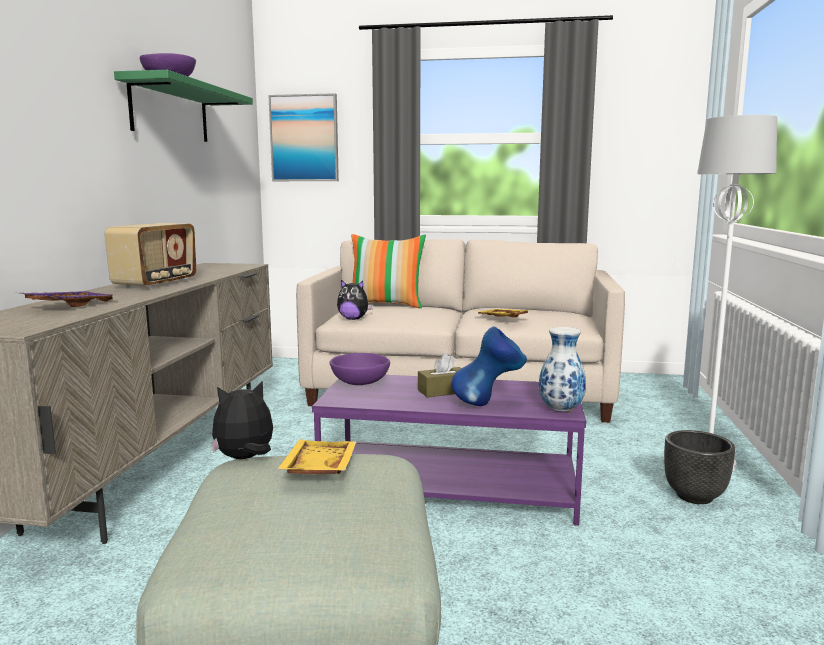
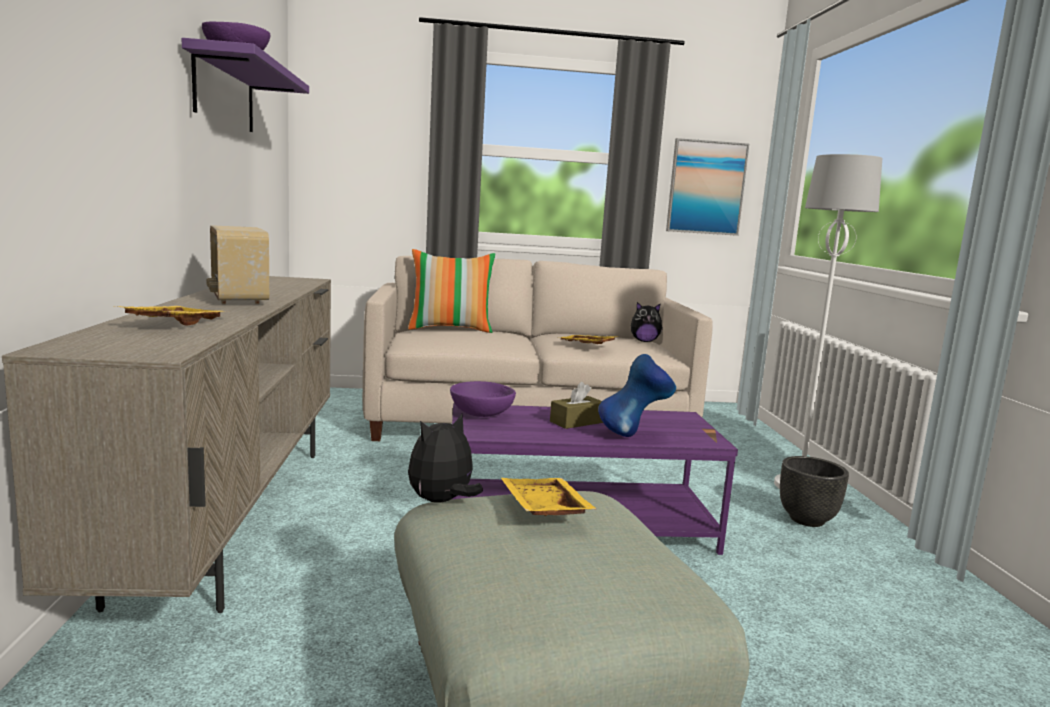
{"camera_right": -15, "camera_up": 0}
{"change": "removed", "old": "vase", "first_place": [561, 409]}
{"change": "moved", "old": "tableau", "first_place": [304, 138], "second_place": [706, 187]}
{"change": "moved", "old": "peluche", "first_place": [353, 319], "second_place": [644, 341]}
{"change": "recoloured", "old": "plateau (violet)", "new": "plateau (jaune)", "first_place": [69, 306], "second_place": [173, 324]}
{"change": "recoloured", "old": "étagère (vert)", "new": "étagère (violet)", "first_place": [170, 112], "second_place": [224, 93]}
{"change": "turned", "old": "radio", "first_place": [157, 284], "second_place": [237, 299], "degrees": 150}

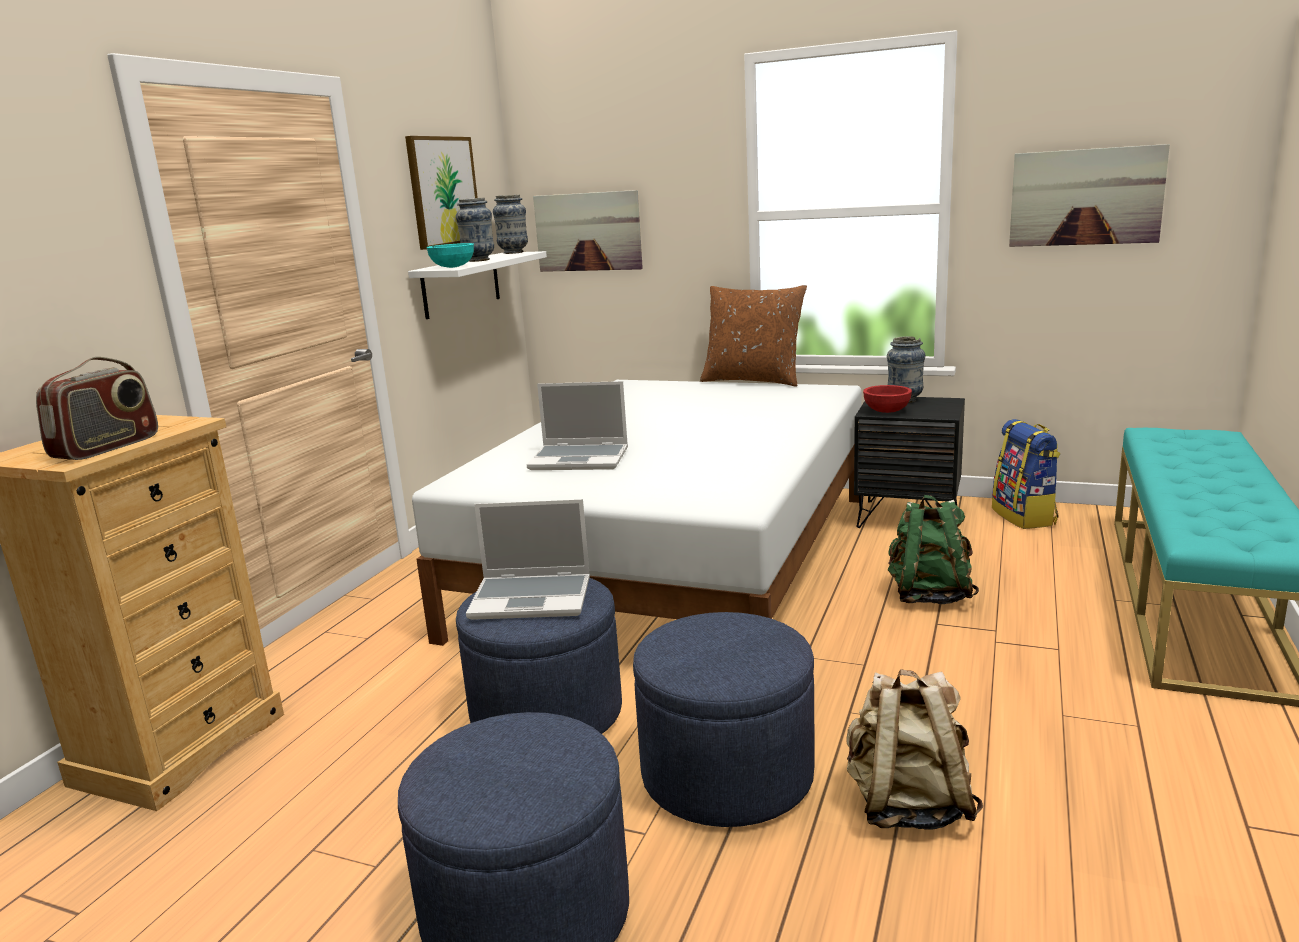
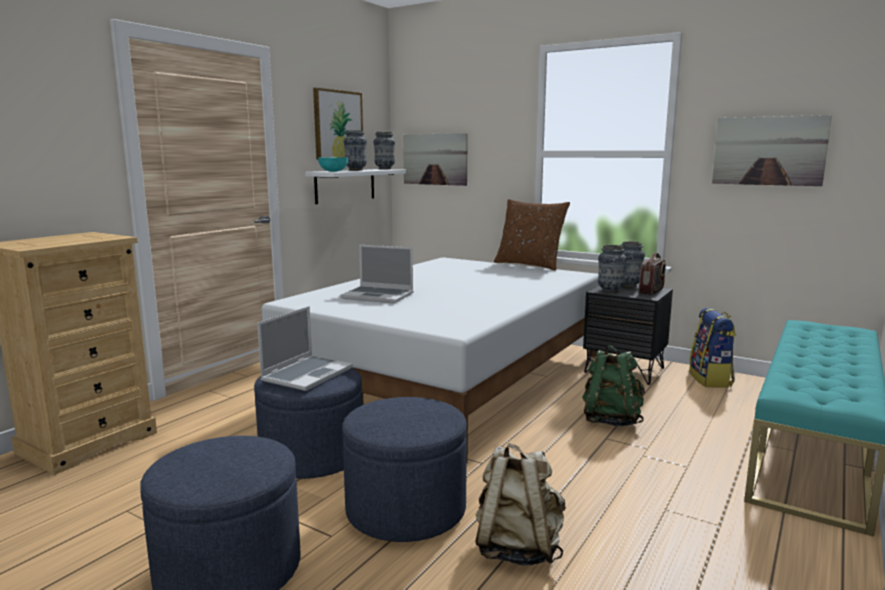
{"camera_right": 10, "camera_up": -5}
{"change": "moved", "old": "radio", "first_place": [107, 447], "second_place": [651, 291]}
{"change": "replaced", "old": "bol (rouge)", "new": "vase", "first_place": [886, 411], "second_place": [610, 291]}
{"change": "turned", "old": "ordinateur portable", "first_place": [533, 598], "second_place": [307, 374], "degrees": -75}

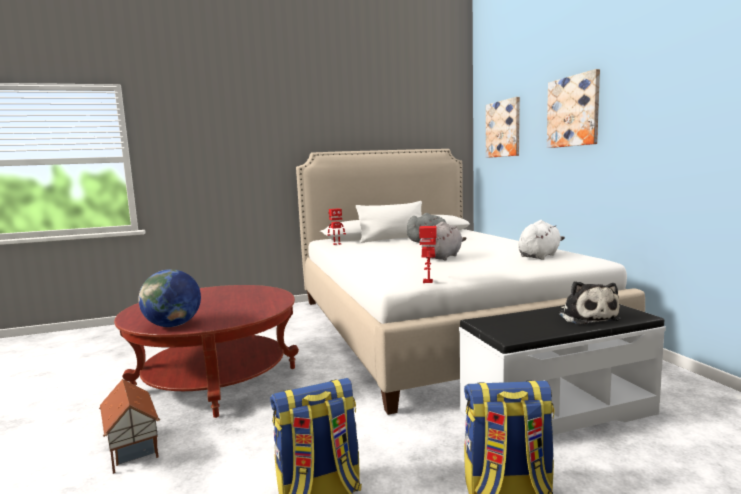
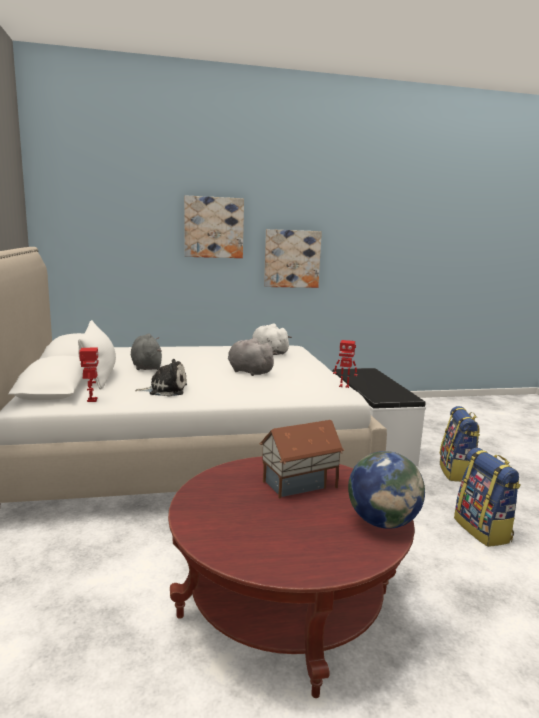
{"camera_right": -85, "camera_up": 5}
{"change": "moved", "old": "maison miniature", "first_place": [131, 450], "second_place": [300, 485]}
{"change": "moved", "old": "tableau", "first_place": [503, 129], "second_place": [292, 258]}
{"change": "moved", "old": "peluche", "first_place": [586, 317], "second_place": [165, 390]}

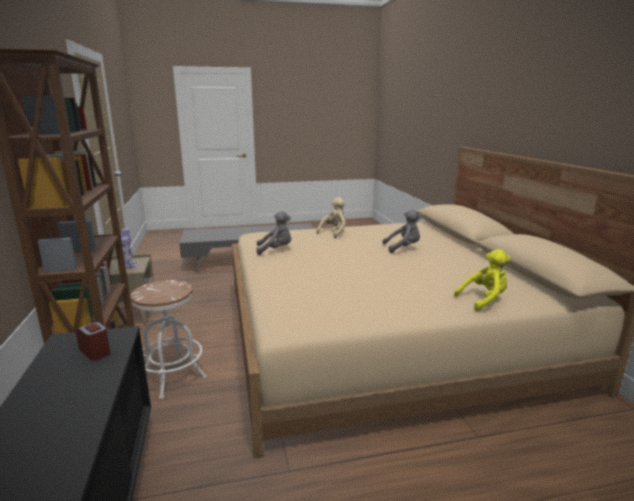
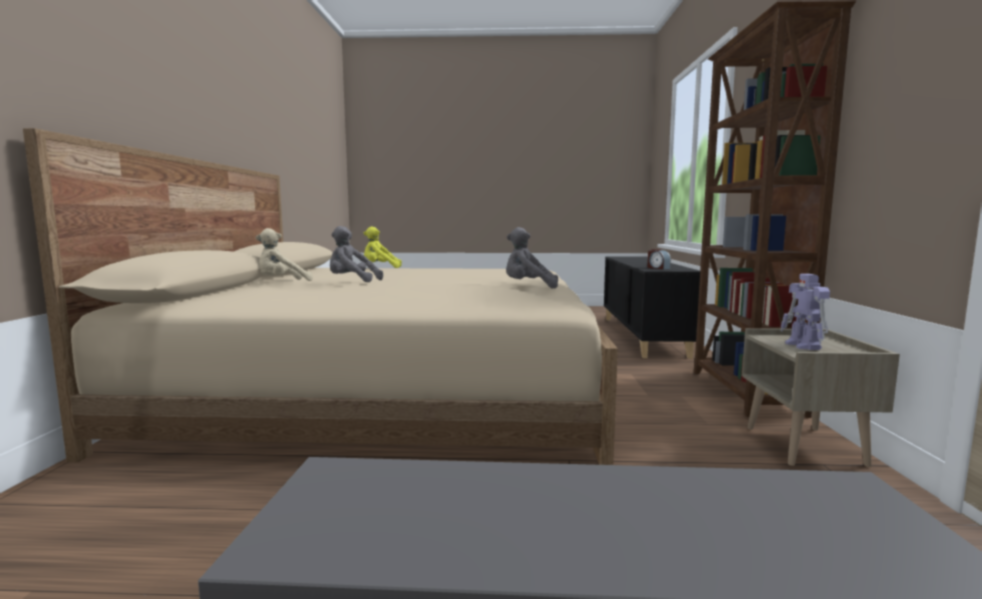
{"camera_right": -165, "camera_up": -10}
{"change": "removed", "old": "tabouret (blanc)", "first_place": [172, 377]}
{"change": "moved", "old": "peluche (beige)", "first_place": [334, 233], "second_place": [281, 282]}

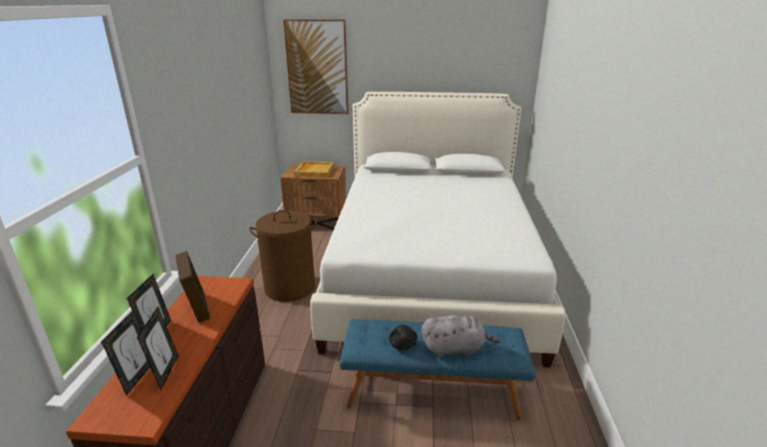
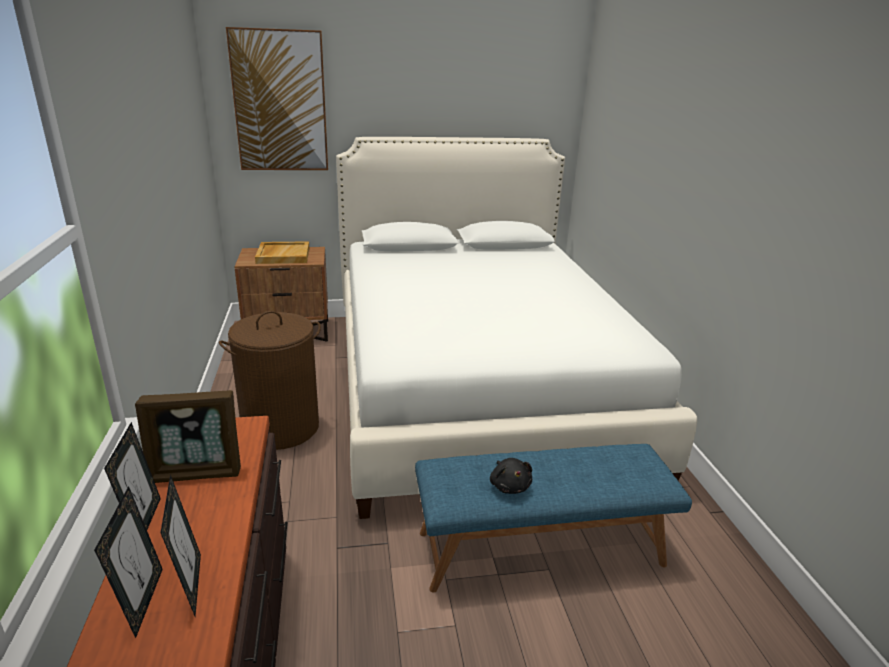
{"camera_right": -15, "camera_up": 0}
{"change": "removed", "old": "peluche (gris)", "first_place": [455, 348]}
{"change": "turned", "old": "cadre photo", "first_place": [197, 308], "second_place": [197, 472], "degrees": 120}

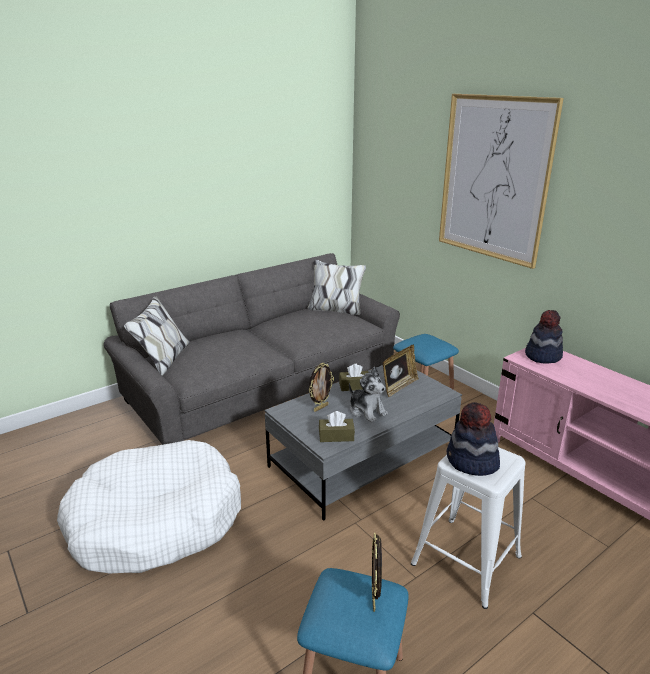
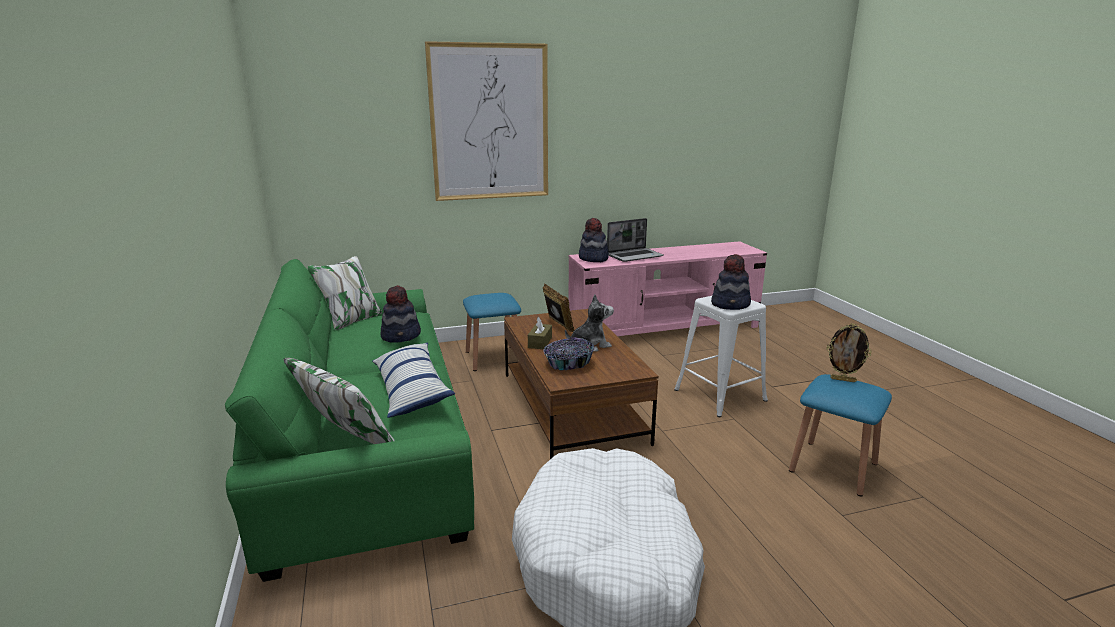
{"camera_right": -70, "camera_up": -5}
{"change": "removed", "old": "boîte à mouchoirs (marron)", "first_place": [336, 436]}
{"change": "added", "new": "coussin", "second_place": [411, 390]}
{"change": "added", "new": "chapeau", "second_place": [401, 336]}
{"change": "added", "new": "ordinateur portable", "second_place": [635, 256]}
{"change": "replaced", "old": "cadre photo", "new": "bol", "first_place": [320, 407], "second_place": [568, 363]}
{"change": "recoloured", "old": "canapé (gris)", "new": "canapé (vert)", "first_place": [263, 383], "second_place": [366, 439]}
{"change": "recoloured", "old": "table basse (gris)", "new": "table basse (marron)", "first_place": [363, 458], "second_place": [571, 407]}

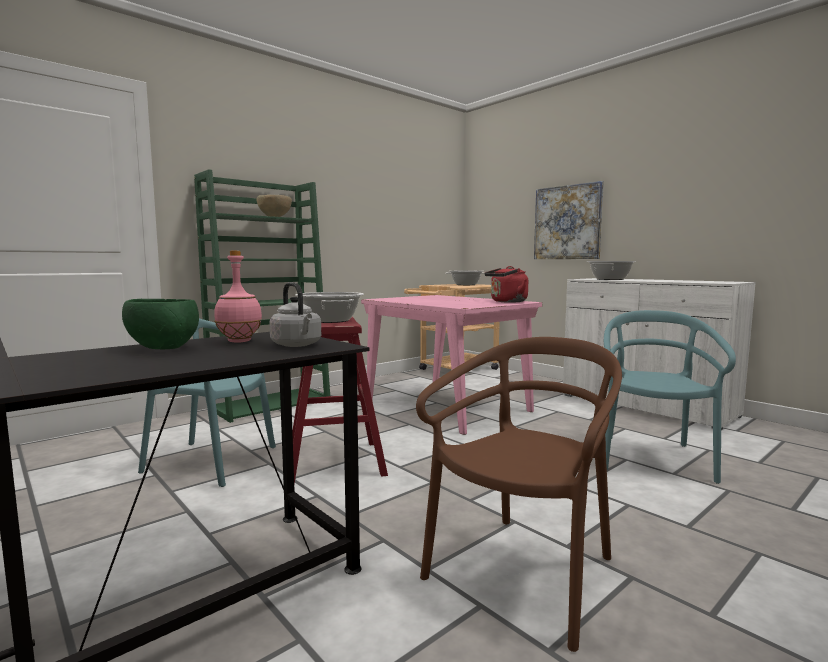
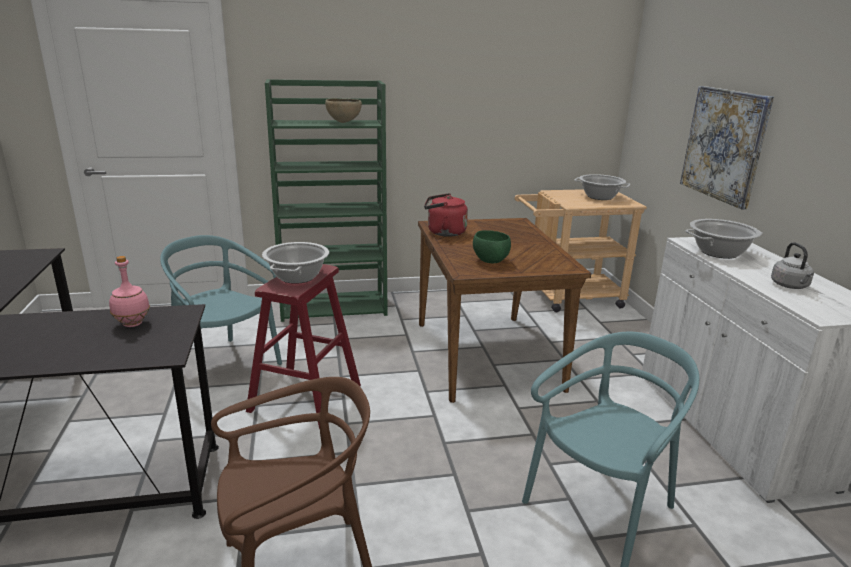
{"camera_right": 30, "camera_up": 15}
{"change": "moved", "old": "bol (vert)", "first_place": [163, 348], "second_place": [490, 261]}
{"change": "moved", "old": "bouilloire (gris)", "first_place": [297, 345], "second_place": [790, 286]}
{"change": "moved", "old": "bouilloire (rouge)", "first_place": [507, 302], "second_place": [443, 232]}
{"change": "recoloured", "old": "table à manger (rose)", "new": "table à manger (marron)", "first_place": [448, 406], "second_place": [487, 355]}

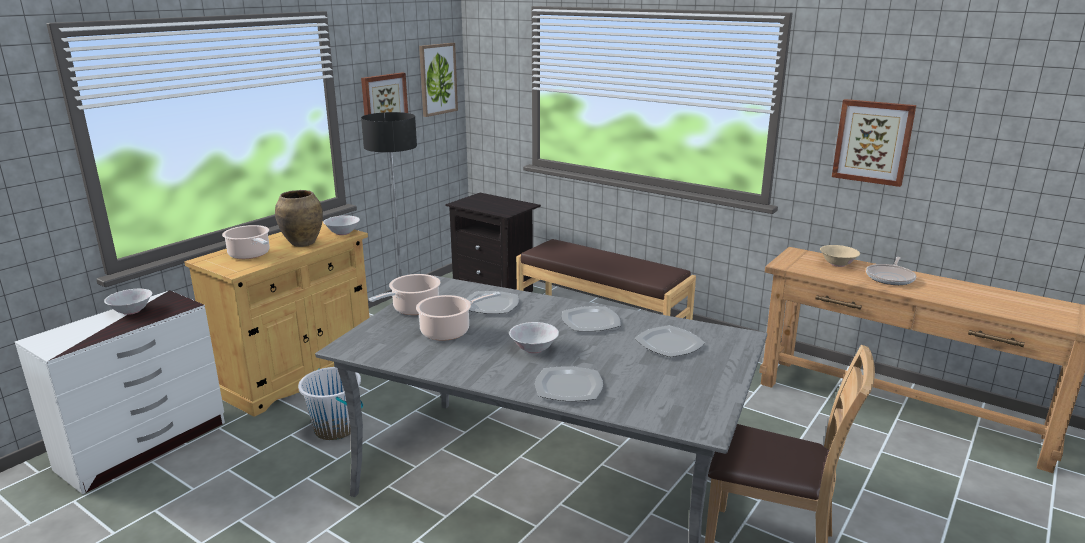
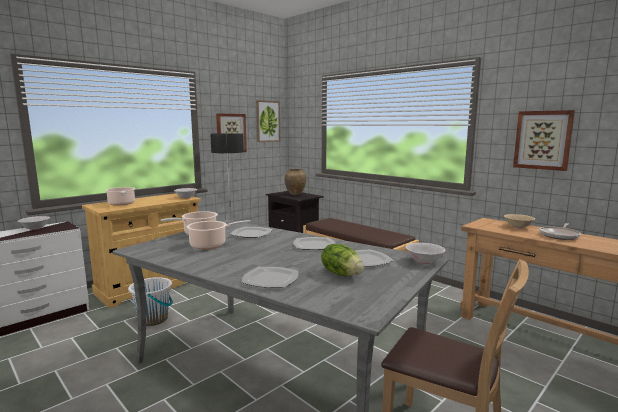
{"camera_right": 10, "camera_up": -10}
{"change": "added", "new": "laitue", "second_place": [341, 274]}
{"change": "moved", "old": "vase (marron)", "first_place": [303, 243], "second_place": [295, 194]}
{"change": "moved", "old": "bol (blanc)", "first_place": [534, 349], "second_place": [424, 261]}

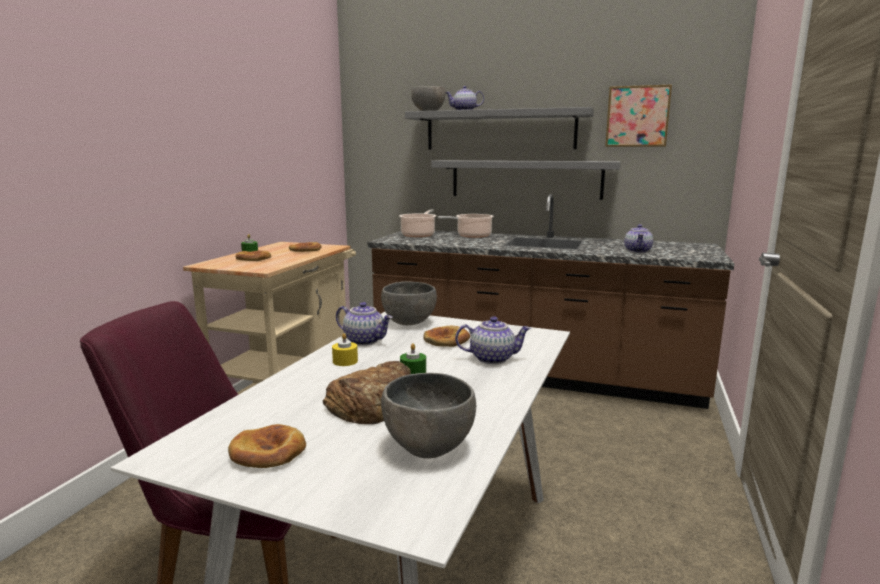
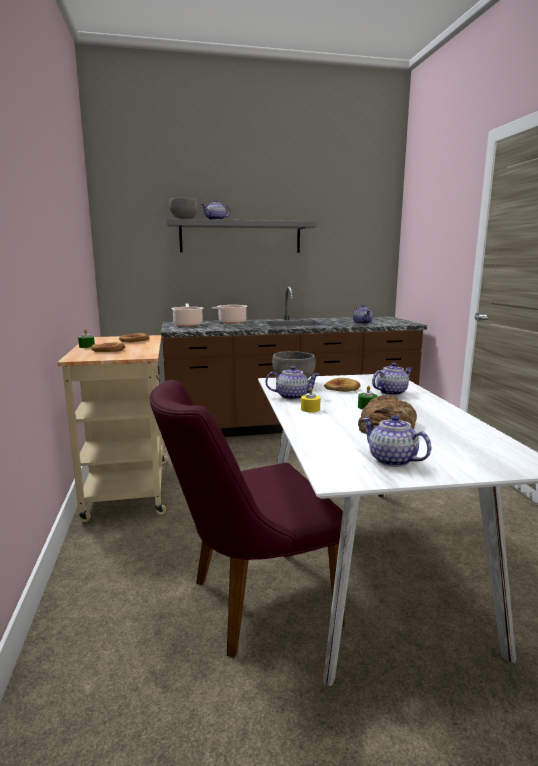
{"camera_right": -30, "camera_up": 0}
{"change": "removed", "old": "bol (gris)", "first_place": [429, 447]}
{"change": "removed", "old": "étagère (gris)", "first_place": [525, 179]}
{"change": "removed", "old": "tableau", "first_place": [637, 116]}
{"change": "replaced", "old": "pain", "new": "théière", "first_place": [268, 452], "second_place": [391, 460]}

